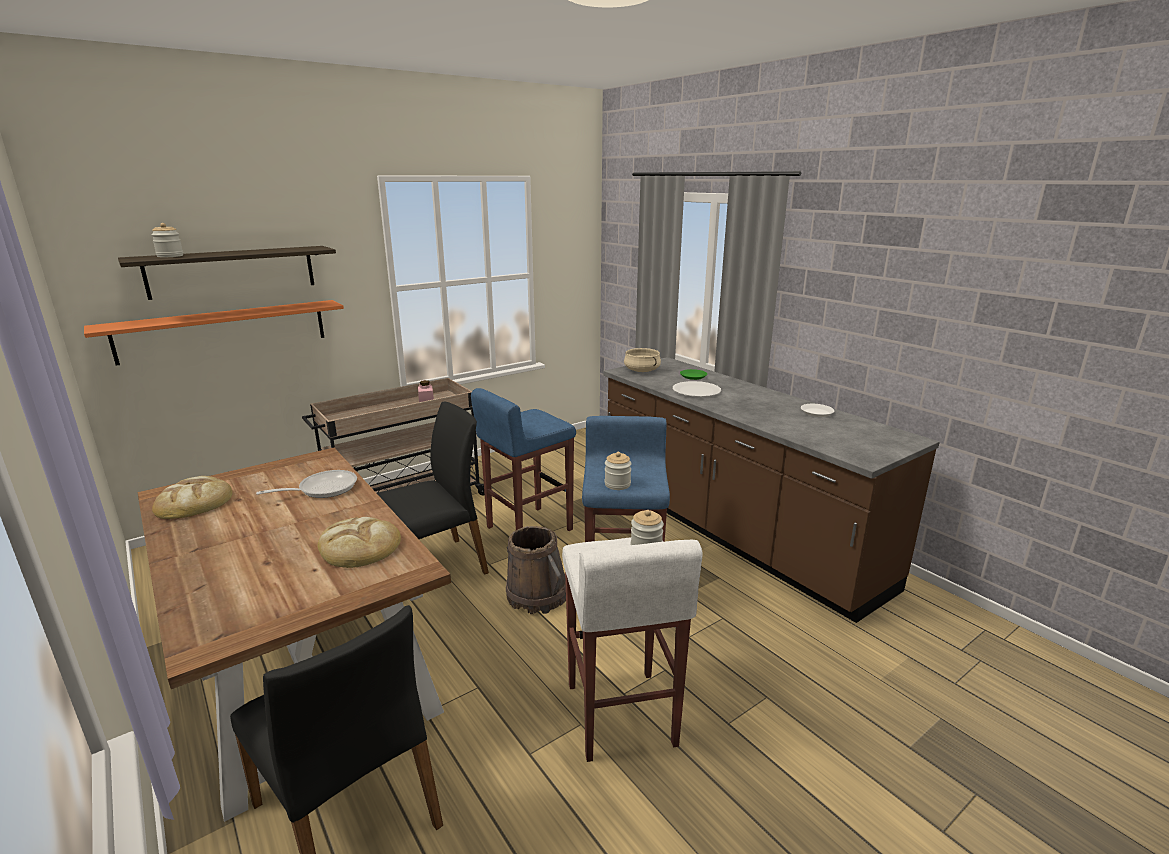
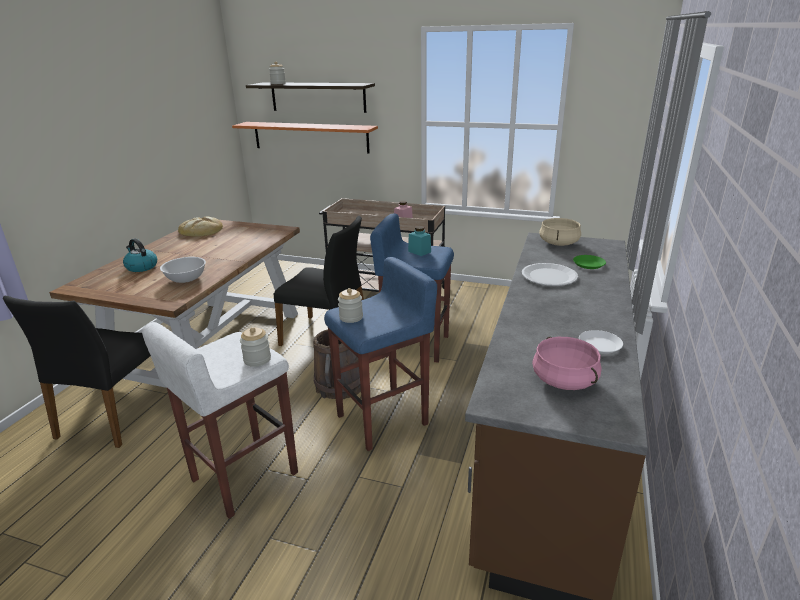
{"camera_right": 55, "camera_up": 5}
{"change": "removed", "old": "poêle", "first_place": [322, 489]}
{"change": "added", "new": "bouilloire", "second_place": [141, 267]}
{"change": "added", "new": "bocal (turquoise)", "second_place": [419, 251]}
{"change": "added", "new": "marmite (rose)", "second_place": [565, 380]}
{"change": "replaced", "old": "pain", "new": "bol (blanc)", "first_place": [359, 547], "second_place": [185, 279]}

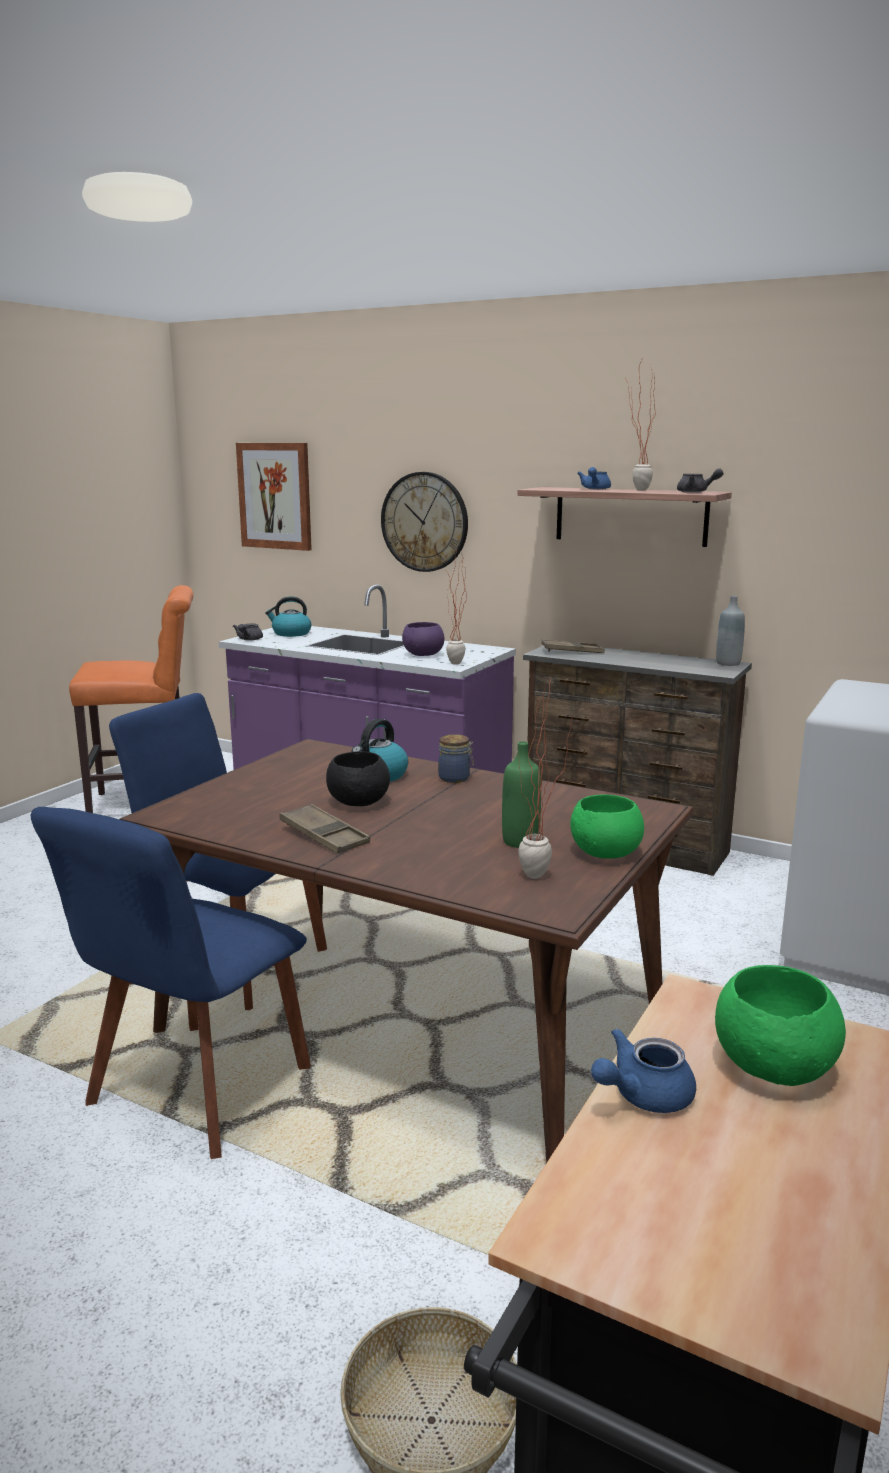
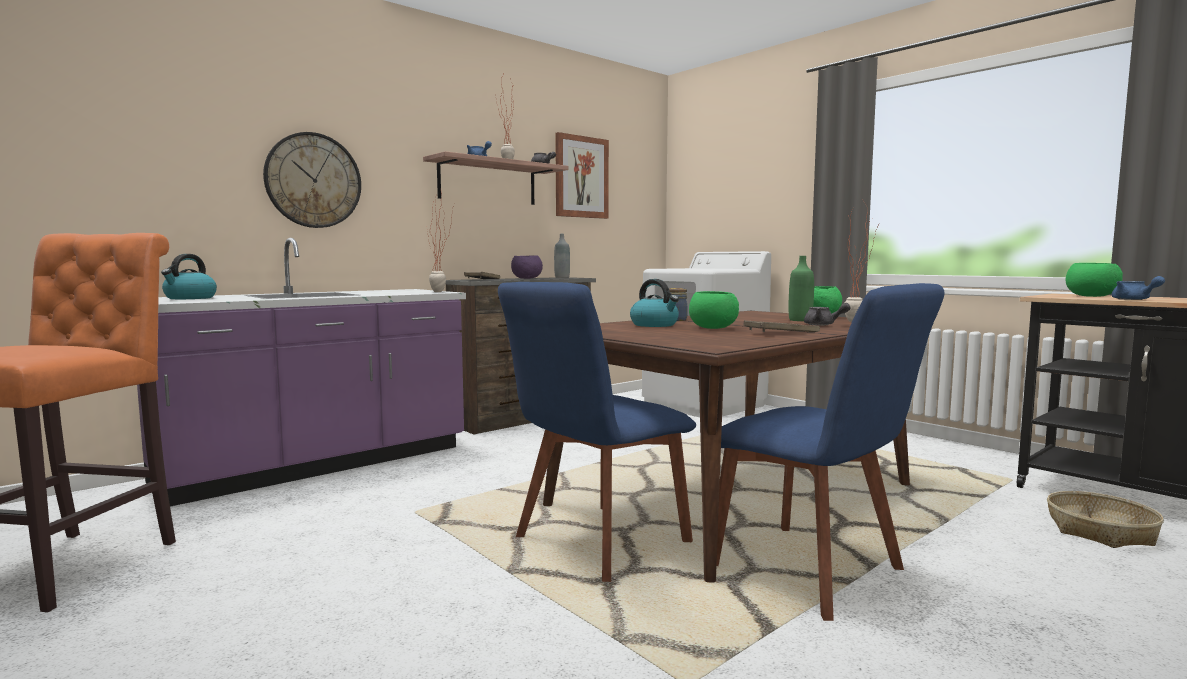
{"camera_right": -70, "camera_up": -10}
{"change": "moved", "old": "théière (gris)", "first_place": [248, 639], "second_place": [823, 325]}
{"change": "moved", "old": "tableau", "first_place": [275, 496], "second_place": [581, 177]}
{"change": "moved", "old": "bol (violet)", "first_place": [423, 654], "second_place": [526, 278]}
{"change": "recoloured", "old": "bol (noir)", "new": "bol (vert)", "first_place": [357, 802], "second_place": [713, 328]}

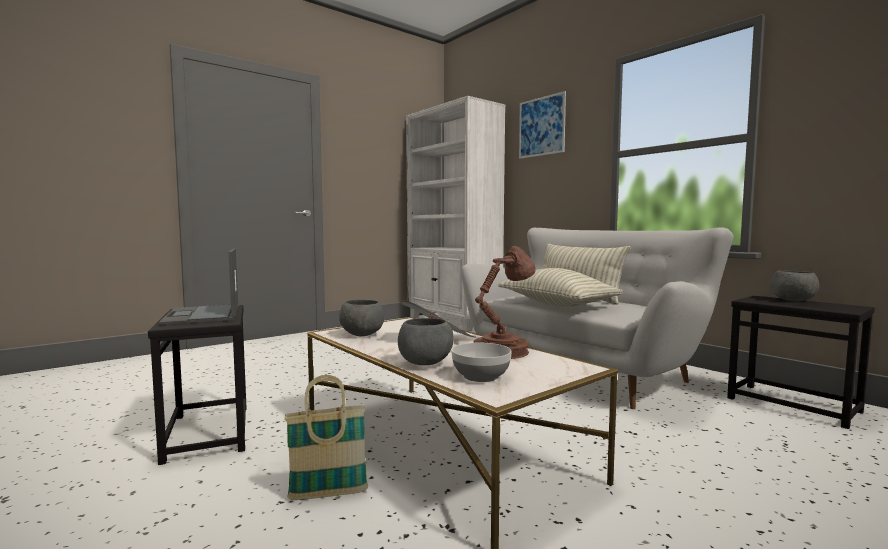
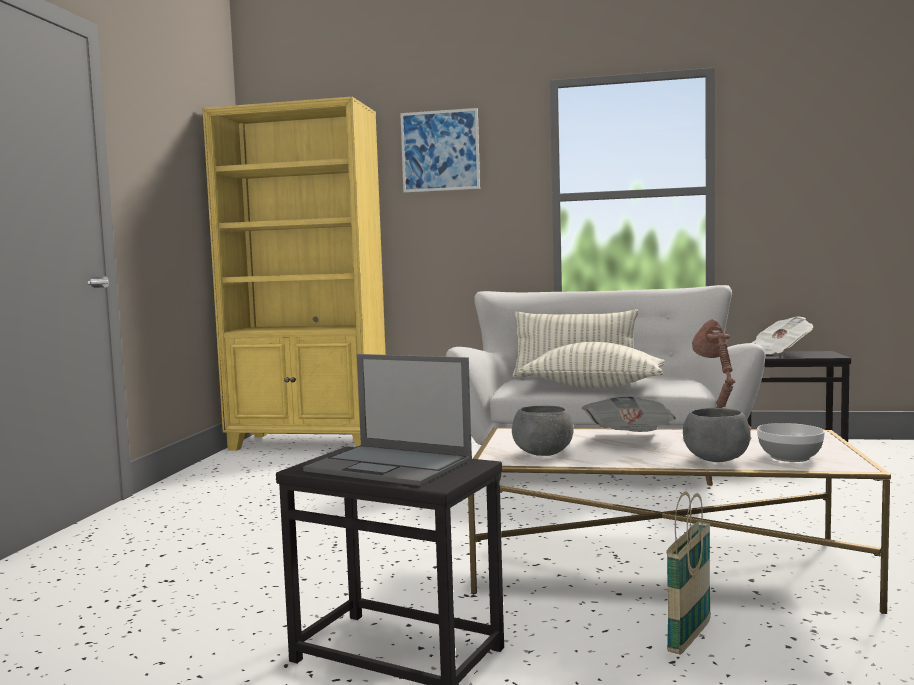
{"camera_right": -40, "camera_up": 0}
{"change": "replaced", "old": "bol (gris)", "new": "journal", "first_place": [793, 301], "second_place": [777, 353]}
{"change": "recoloured", "old": "bibliothèque (blanc)", "new": "bibliothèque (jaune)", "first_place": [453, 321], "second_place": [310, 443]}

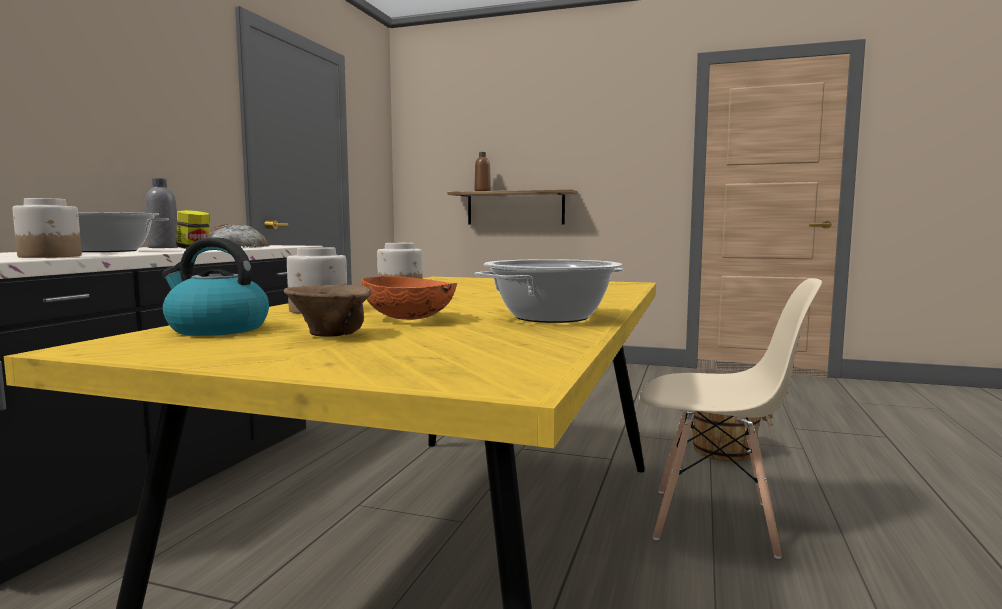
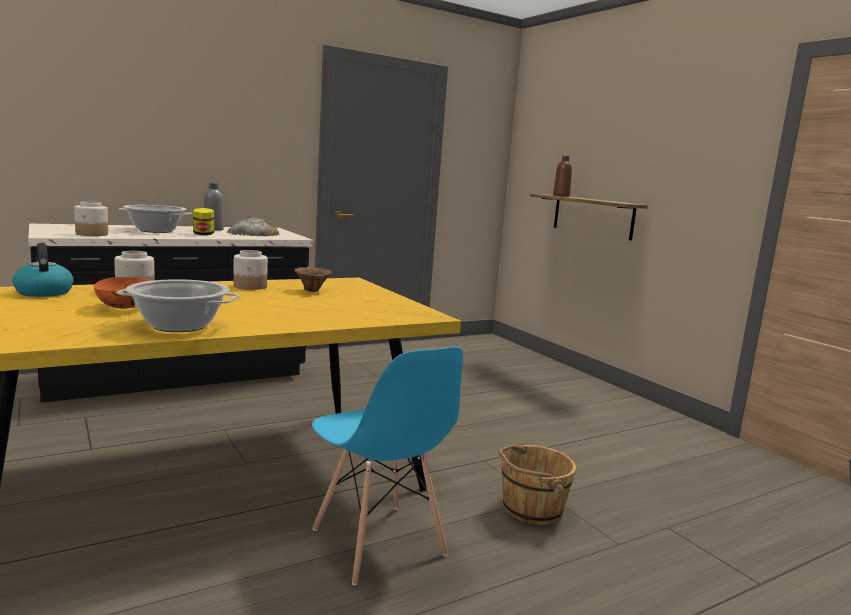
{"camera_right": 40, "camera_up": 5}
{"change": "moved", "old": "bol (marron)", "first_place": [328, 335], "second_place": [311, 290]}
{"change": "recoloured", "old": "chaise (beige)", "new": "chaise (bleu)", "first_place": [715, 521], "second_place": [378, 543]}

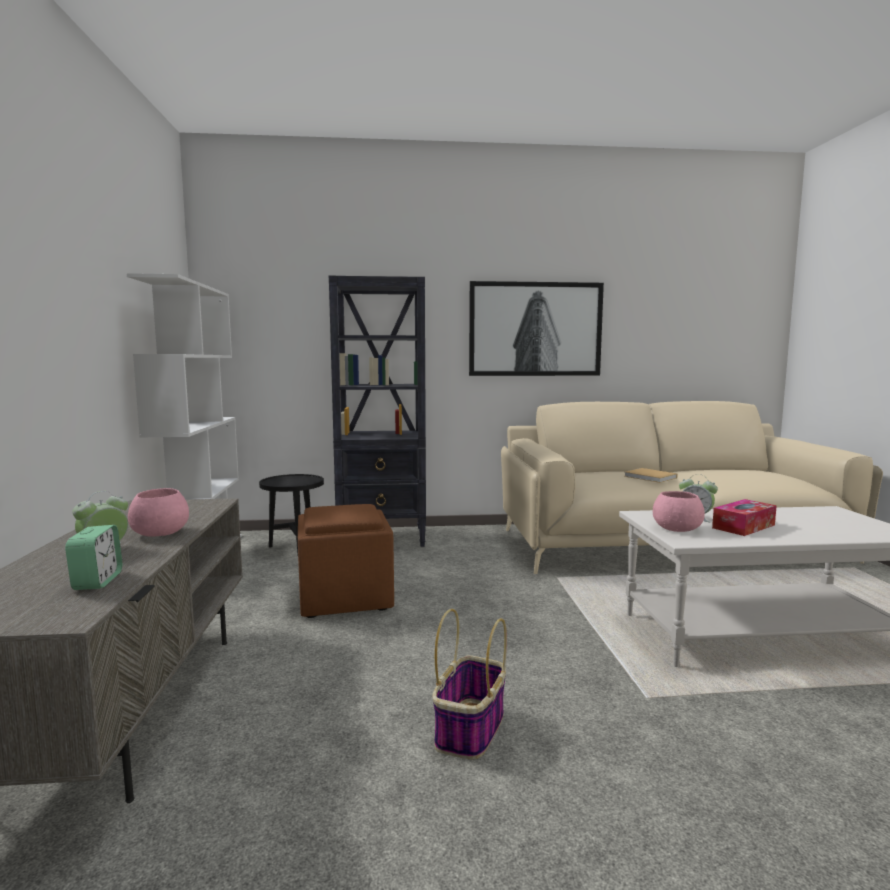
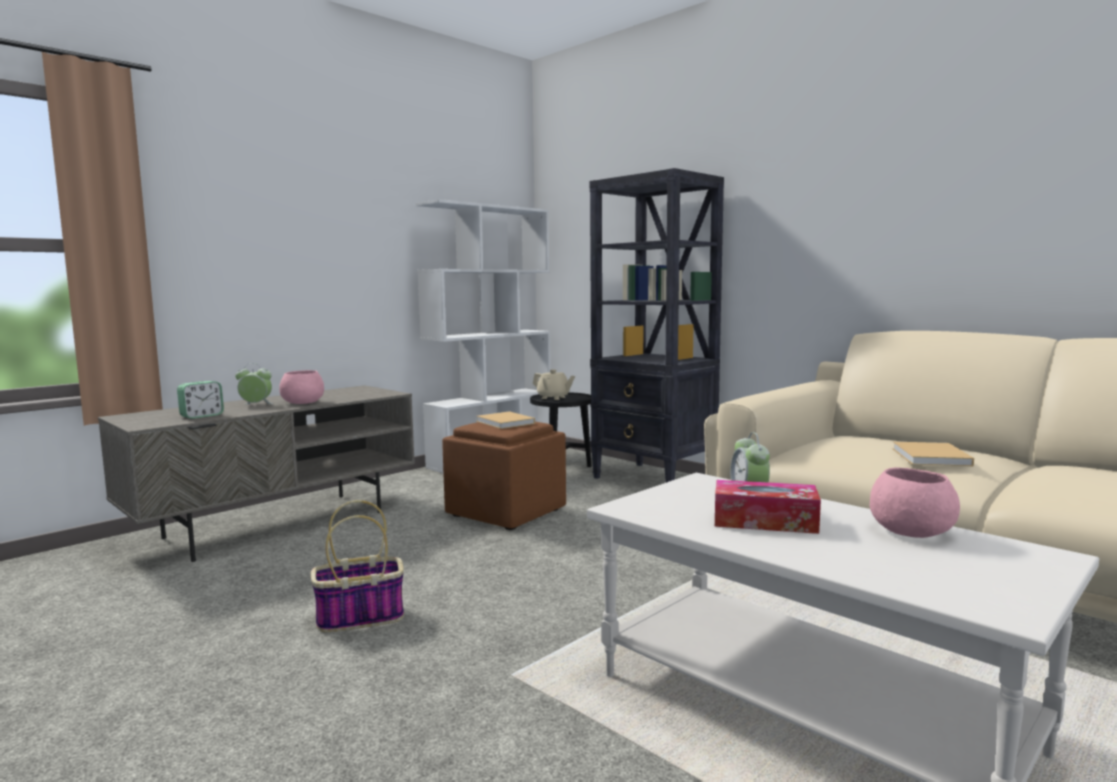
{"camera_right": 50, "camera_up": 0}
{"change": "removed", "old": "tableau", "first_place": [535, 329]}
{"change": "added", "new": "livre (beige)", "second_place": [506, 422]}
{"change": "added", "new": "théière (beige)", "second_place": [553, 398]}
{"change": "moved", "old": "bol (rose)", "first_place": [676, 528], "second_place": [909, 531]}

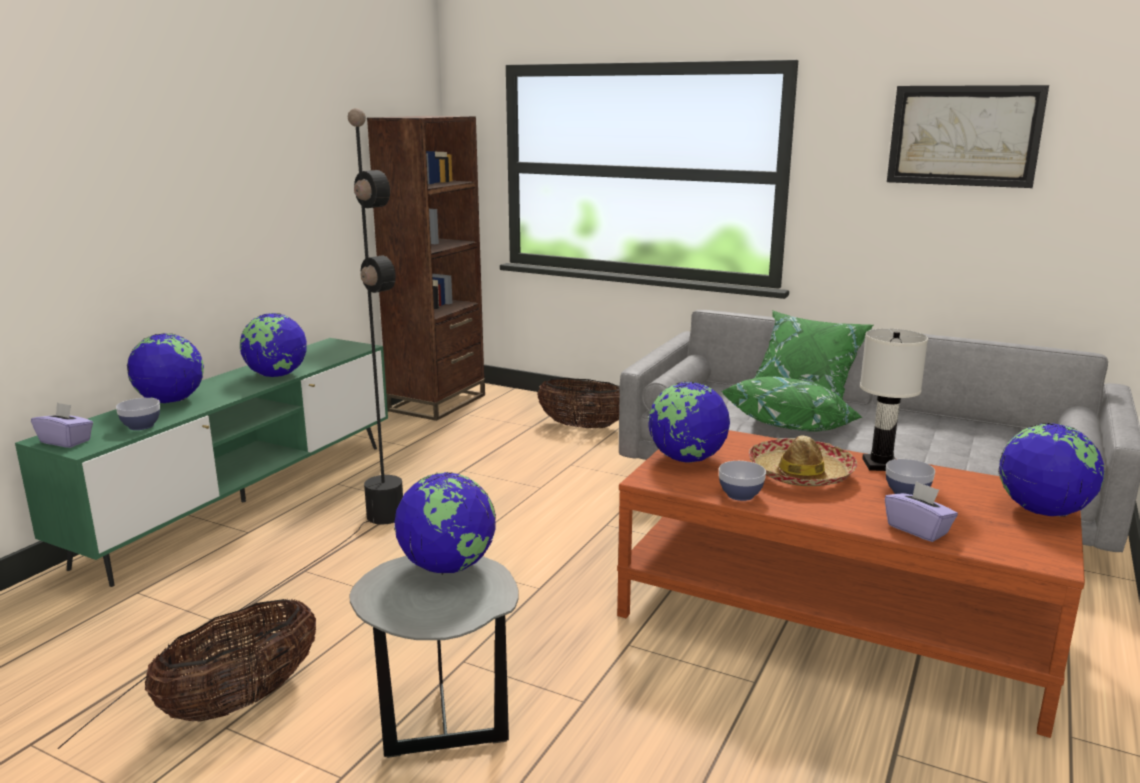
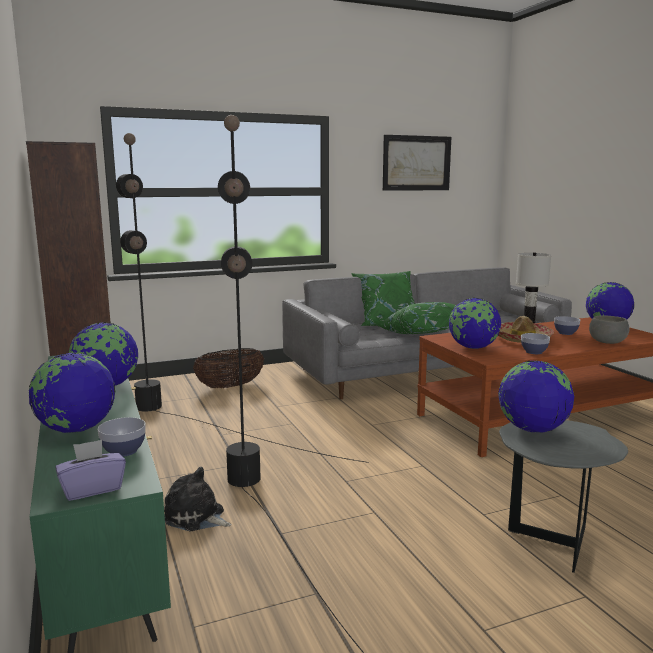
{"camera_right": -50, "camera_up": -5}
{"change": "removed", "old": "panier", "first_place": [242, 700]}
{"change": "added", "new": "lampadaire (noir)", "second_place": [199, 421]}
{"change": "added", "new": "peluche", "second_place": [196, 517]}
{"change": "replaced", "old": "boîte à mouchoirs (violet)", "new": "bol (gris)", "first_place": [918, 529], "second_place": [607, 342]}

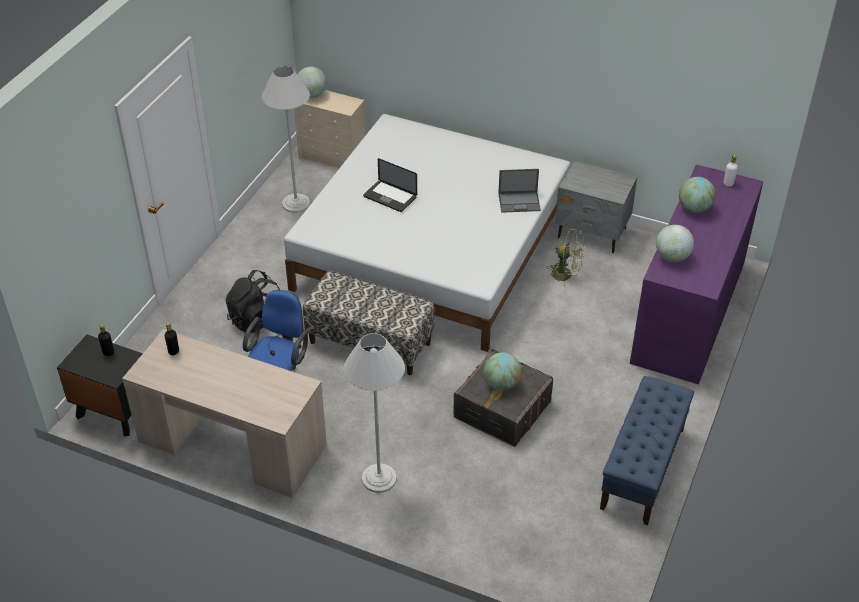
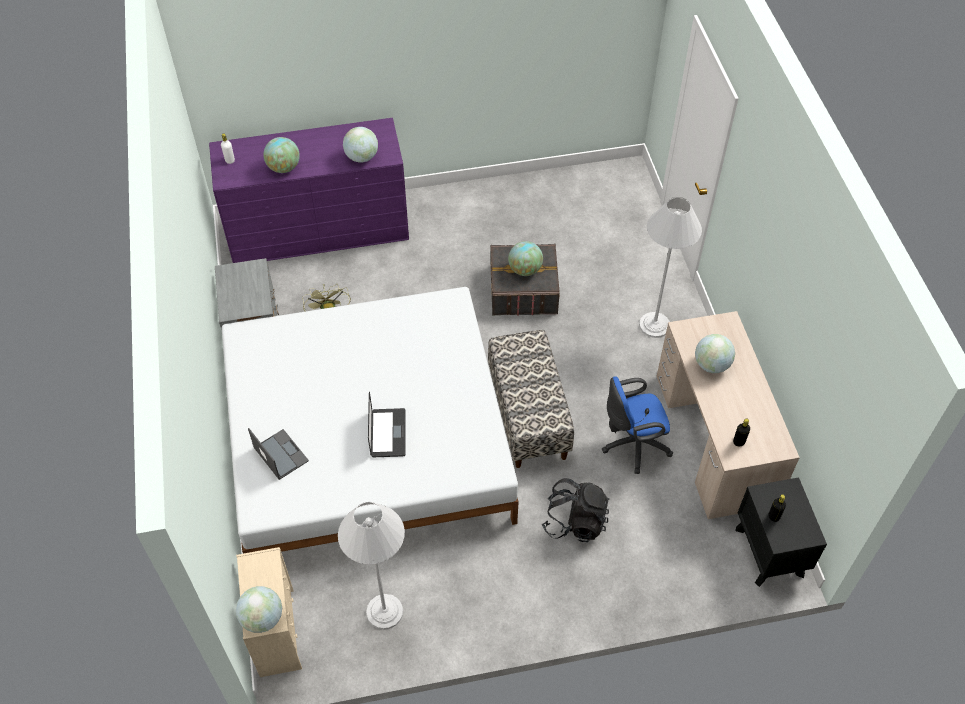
{"camera_right": -125, "camera_up": 10}
{"change": "removed", "old": "banc (bleu)", "first_place": [642, 468]}
{"change": "added", "new": "globe", "second_place": [711, 365]}
{"change": "moved", "old": "ordinateur portable", "first_place": [519, 202], "second_place": [280, 454]}

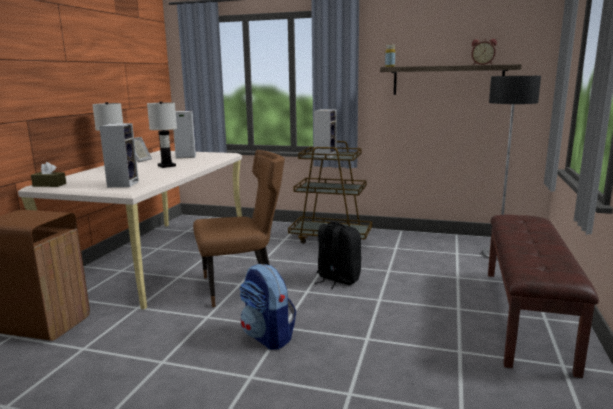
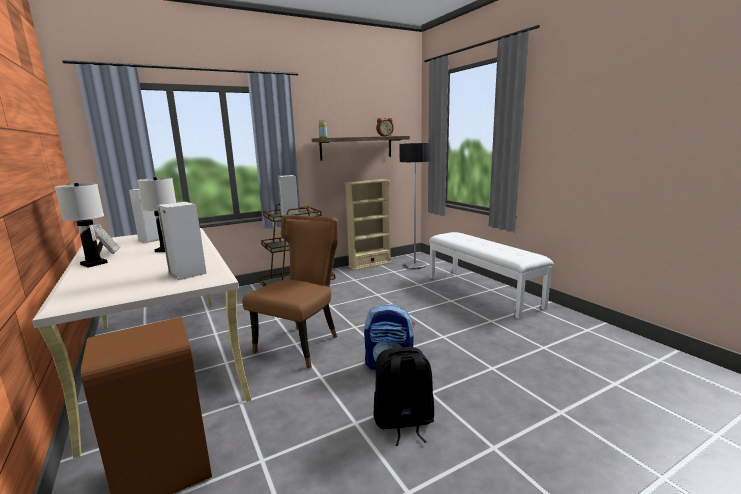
{"camera_right": -45, "camera_up": 0}
{"change": "removed", "old": "boîte à mouchoirs (marron)", "first_place": [49, 185]}
{"change": "added", "new": "bibliothèque (beige)", "second_place": [370, 264]}
{"change": "moved", "old": "sac à dos (noir)", "first_place": [337, 279], "second_place": [403, 422]}
{"change": "recoloured", "old": "banc (marron)", "new": "banc (blanc)", "first_place": [526, 316], "second_place": [482, 291]}

